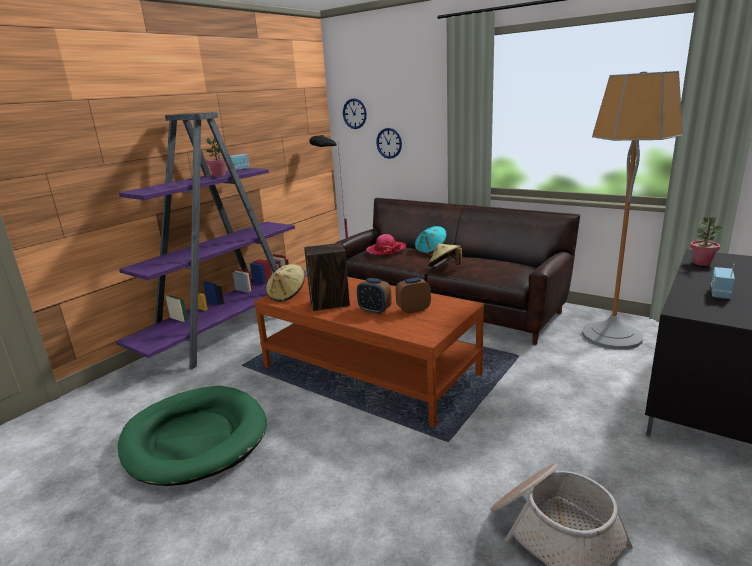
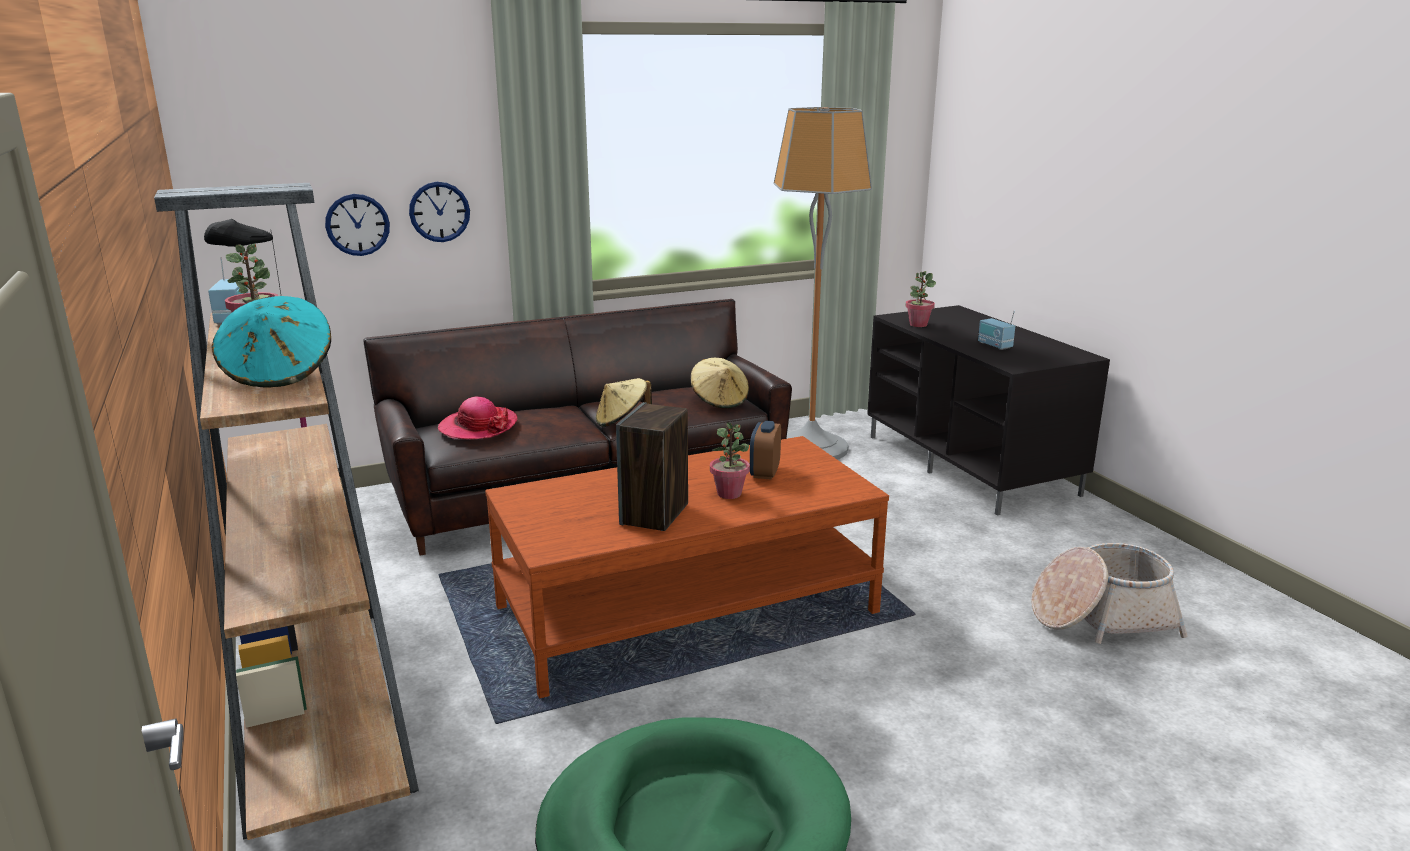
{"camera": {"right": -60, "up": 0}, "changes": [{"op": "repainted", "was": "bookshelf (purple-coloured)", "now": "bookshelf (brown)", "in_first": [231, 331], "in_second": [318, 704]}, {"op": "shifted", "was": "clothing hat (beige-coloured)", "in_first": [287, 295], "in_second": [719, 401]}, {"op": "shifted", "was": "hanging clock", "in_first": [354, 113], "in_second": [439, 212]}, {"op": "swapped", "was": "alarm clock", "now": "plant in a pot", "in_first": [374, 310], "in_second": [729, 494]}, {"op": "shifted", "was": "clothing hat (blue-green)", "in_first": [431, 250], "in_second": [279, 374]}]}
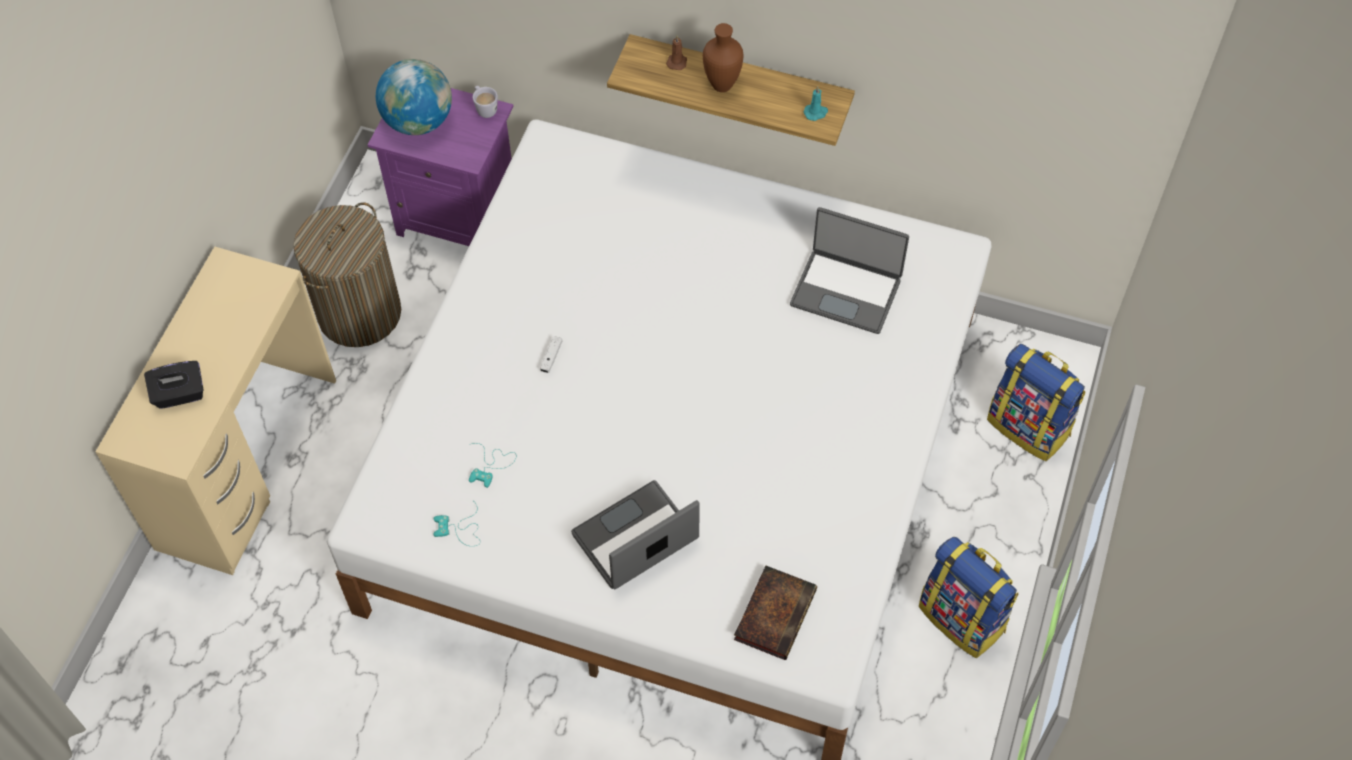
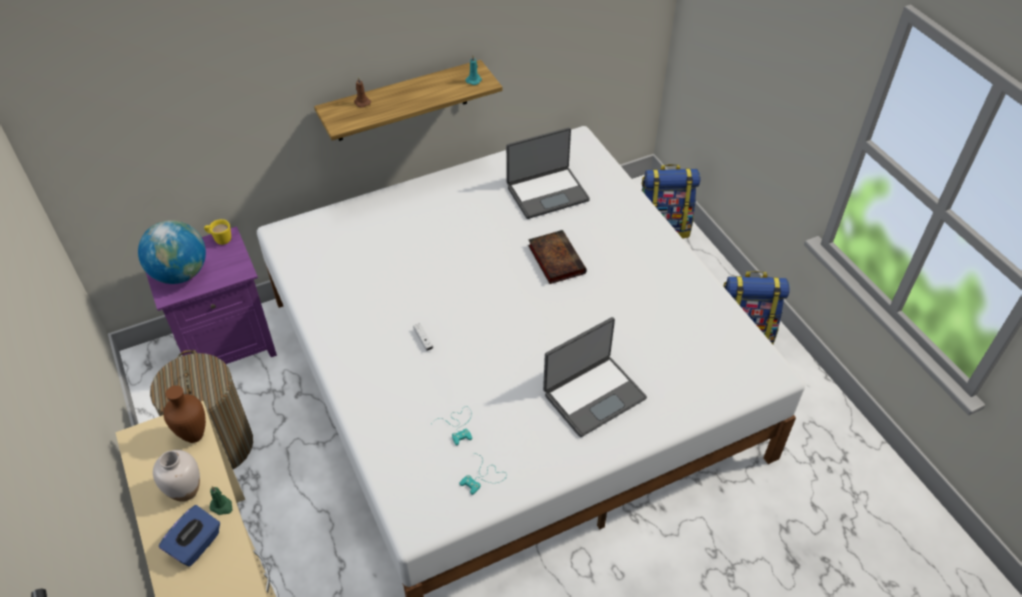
{"camera": {"right": -45, "up": -10}, "changes": [{"op": "repainted", "was": "tissue box (black-coloured)", "now": "tissue box (blue-coloured)", "in_first": [179, 394], "in_second": [196, 545]}, {"op": "repainted", "was": "tea mug (white)", "now": "tea mug (yellow)", "in_first": [485, 108], "in_second": [220, 239]}, {"op": "rotated", "was": "laptop", "in_first": [636, 539], "in_second": [593, 395], "clockwise": -135}, {"op": "shifted", "was": "vase (brown)", "in_first": [723, 86], "in_second": [195, 436]}, {"op": "shifted", "was": "volume", "in_first": [775, 612], "in_second": [555, 258]}, {"op": "new", "now": "vase (white)", "in_second": [185, 490]}, {"op": "new", "now": "wax candle (green-coloured)", "in_second": [222, 506]}]}
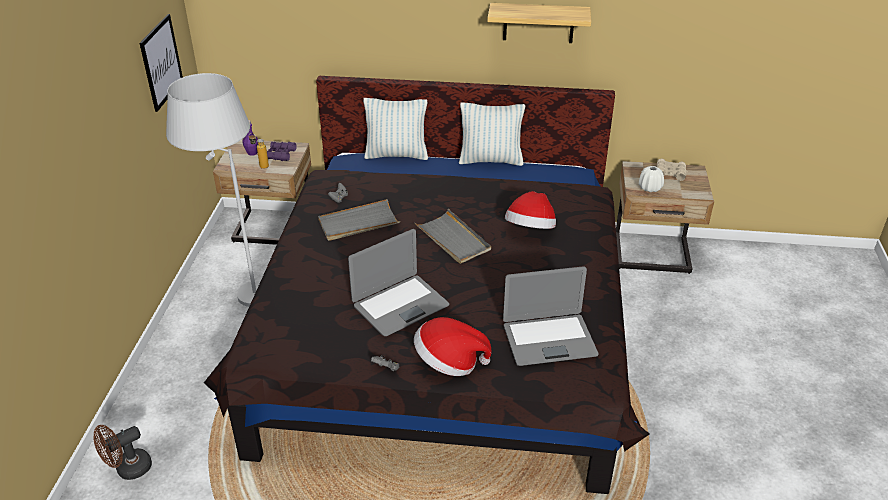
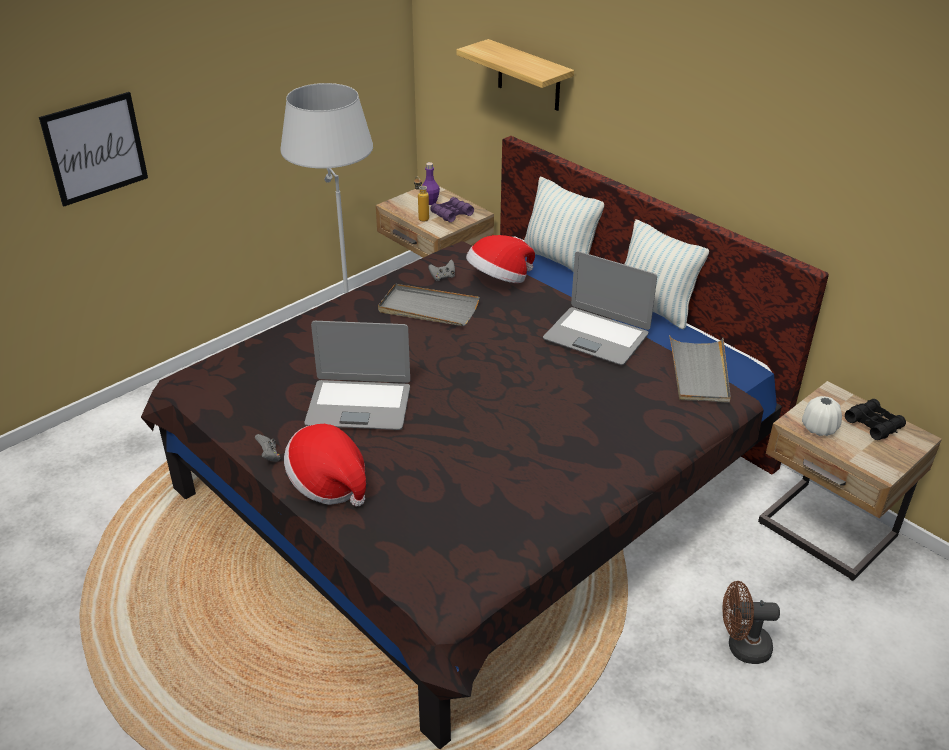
{"camera": {"right": 40, "up": 0}, "changes": [{"op": "shifted", "was": "electric fan (brown)", "in_first": [128, 469], "in_second": [741, 647]}, {"op": "shifted", "was": "picture", "in_first": [161, 62], "in_second": [95, 148]}, {"op": "shifted", "was": "carrying tray (grey)", "in_first": [453, 239], "in_second": [699, 372]}, {"op": "shifted", "was": "wall shelf", "in_first": [538, 23], "in_second": [529, 76]}, {"op": "shifted", "was": "laptop", "in_first": [549, 340], "in_second": [596, 336]}, {"op": "shifted", "was": "clothing hat", "in_first": [530, 230], "in_second": [499, 280]}, {"op": "repainted", "was": "field glasses (beige-coloured)", "now": "field glasses (black-coloured)", "in_first": [670, 173], "in_second": [873, 424]}]}
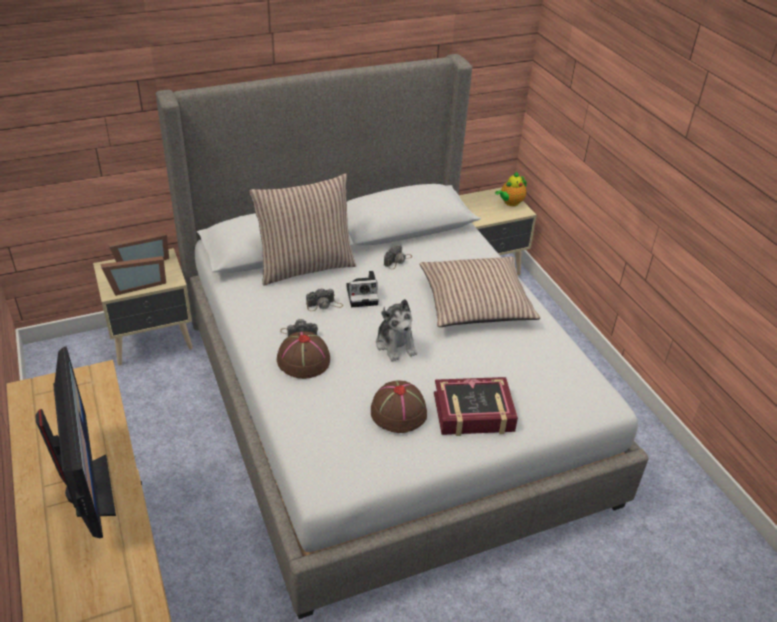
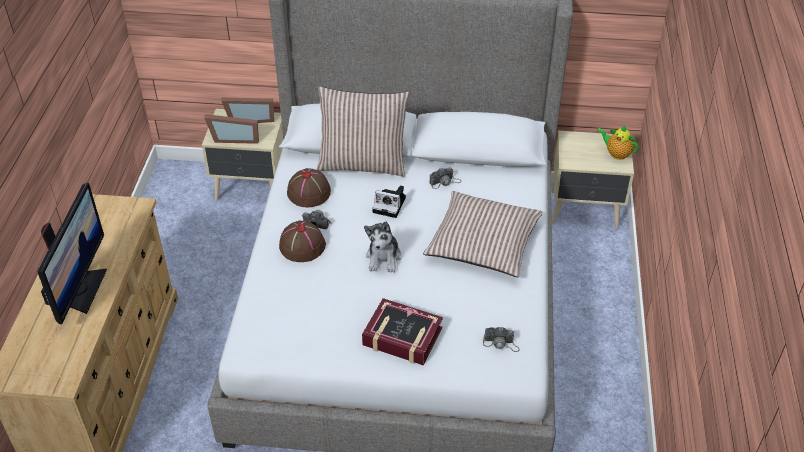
{"camera": {"right": 30, "up": 5}, "changes": [{"op": "shifted", "was": "photo camera", "in_first": [324, 305], "in_second": [501, 343]}, {"op": "shifted", "was": "clothing hat (brown)", "in_first": [398, 411], "in_second": [309, 192]}, {"op": "rotated", "was": "tea pot", "in_first": [510, 203], "in_second": [616, 153], "clockwise": 45}]}
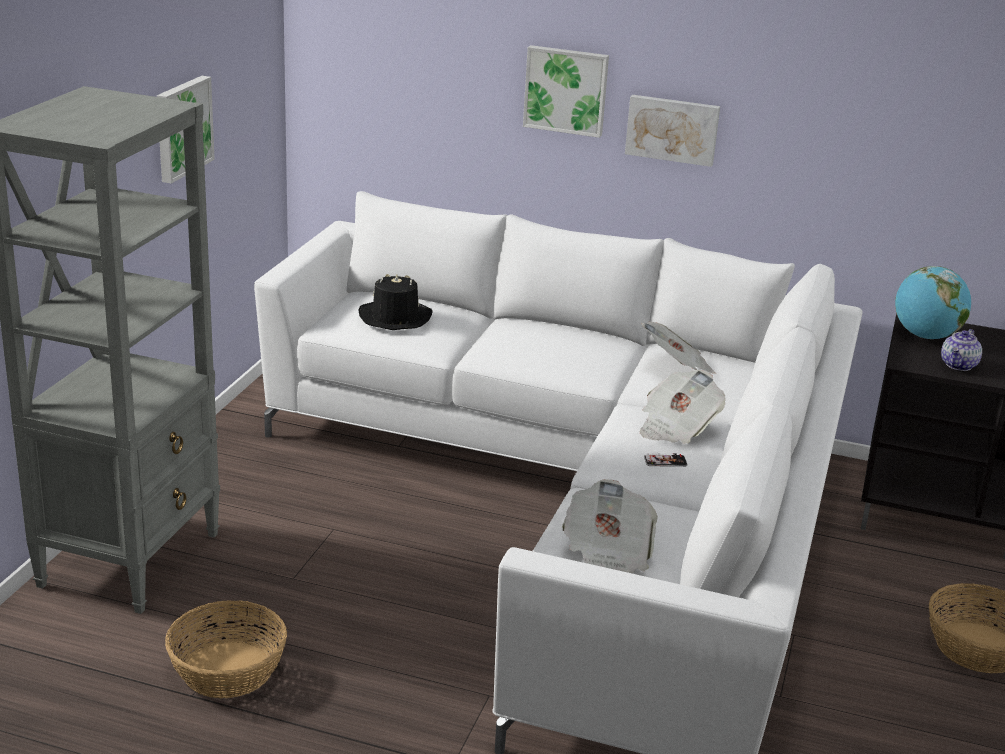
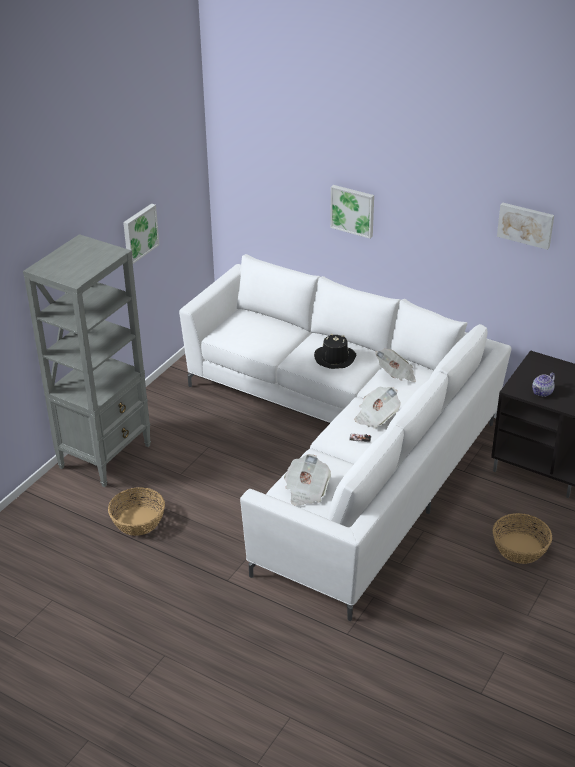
{"camera": {"right": 15, "up": 10}, "changes": [{"op": "shifted", "was": "clothing hat (black-coloured)", "in_first": [395, 317], "in_second": [334, 358]}, {"op": "shifted", "was": "picture", "in_first": [672, 129], "in_second": [526, 224]}, {"op": "gone", "was": "desk globe", "in_first": [925, 336]}]}
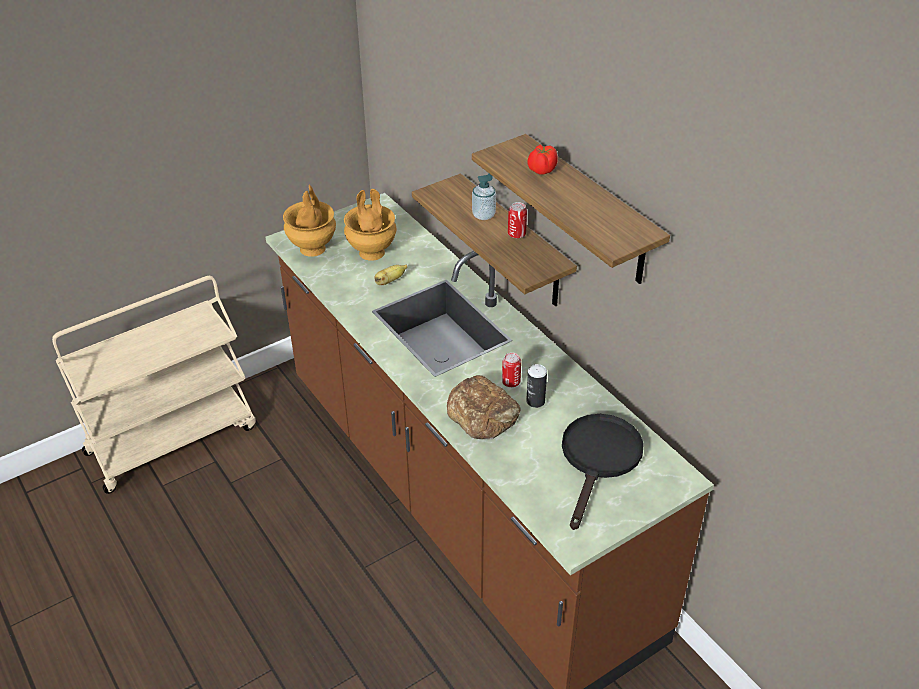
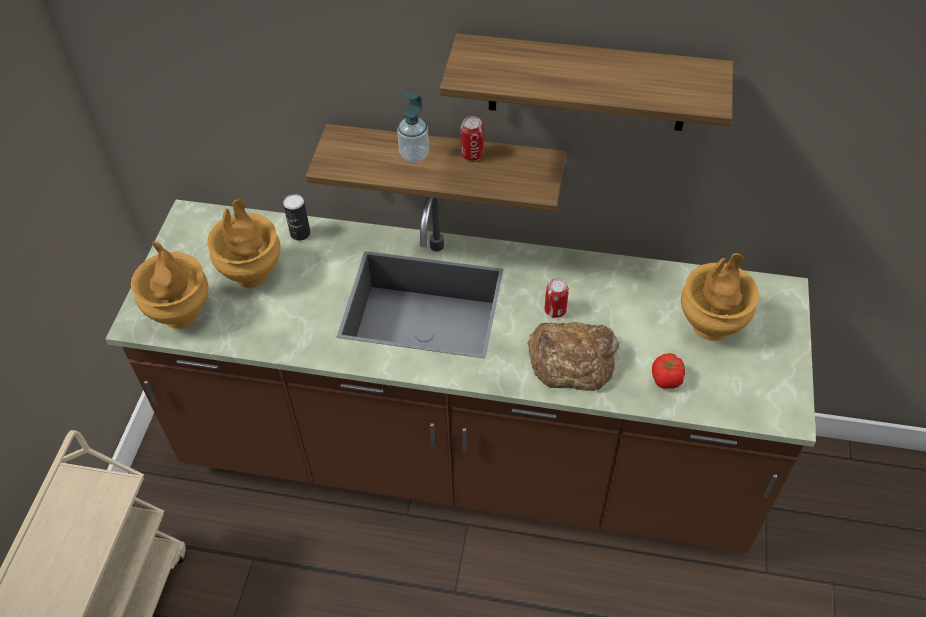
{"camera": {"right": -45, "up": 10}, "changes": [{"op": "gone", "was": "banana fruit", "in_first": [390, 281]}, {"op": "shifted", "was": "can", "in_first": [535, 401], "in_second": [300, 233]}, {"op": "shifted", "was": "tomato", "in_first": [541, 170], "in_second": [666, 379]}, {"op": "swapped", "was": "pan (black-coloured)", "now": "vase (brown)", "in_first": [599, 459], "in_second": [711, 325]}]}
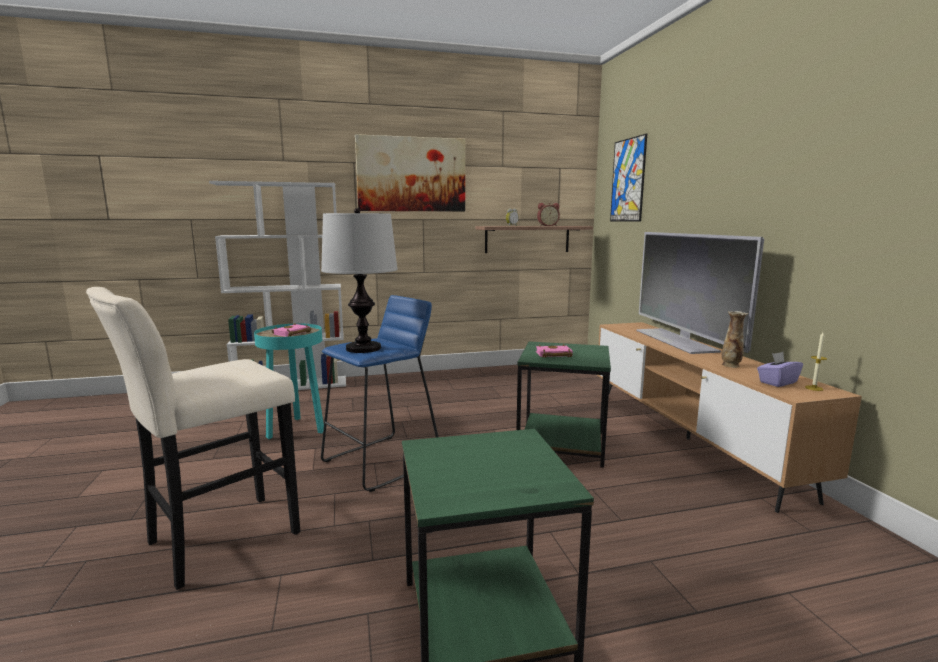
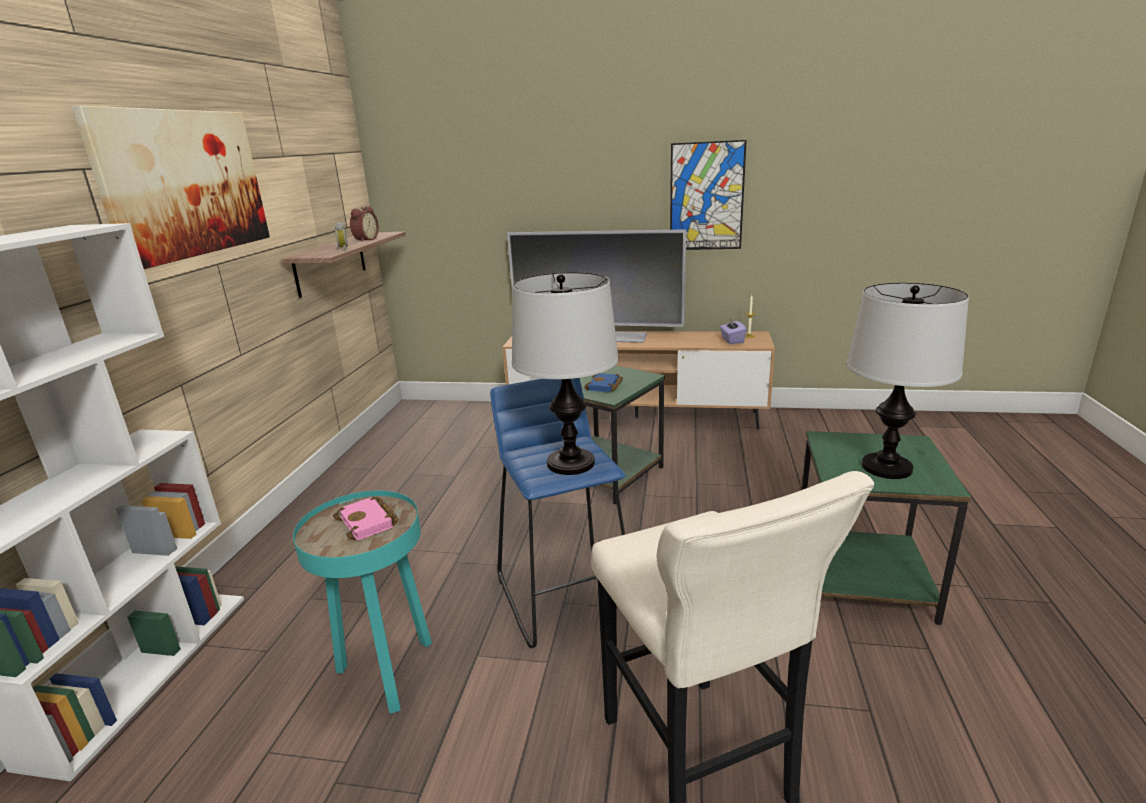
{"camera": {"right": -65, "up": 10}, "changes": [{"op": "repainted", "was": "volume (pinkish)", "now": "volume (blue-coloured)", "in_first": [553, 355], "in_second": [605, 386]}, {"op": "shifted", "was": "picture", "in_first": [628, 180], "in_second": [706, 197]}, {"op": "gone", "was": "vase", "in_first": [731, 365]}, {"op": "new", "now": "lamp for a table", "in_second": [886, 467]}]}
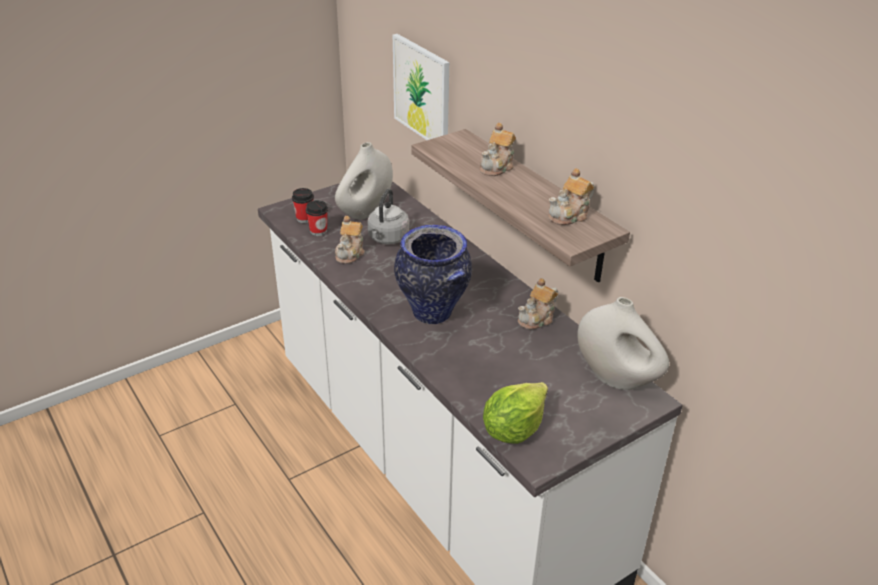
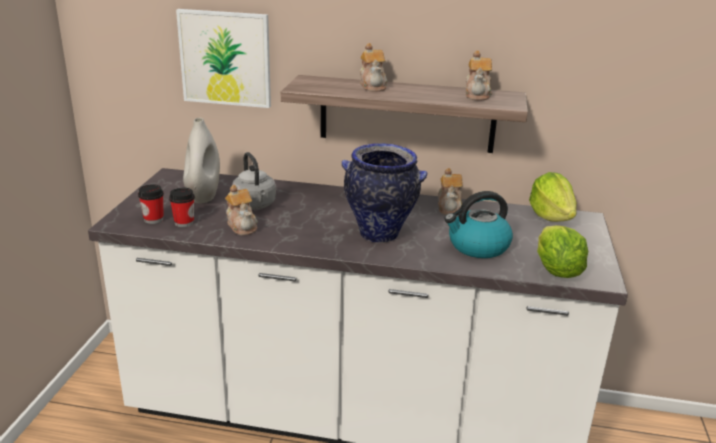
{"camera": {"right": -45, "up": -10}, "changes": [{"op": "swapped", "was": "vase (white)", "now": "head of lettuce", "in_first": [616, 378], "in_second": [551, 216]}, {"op": "new", "now": "water kettle", "in_second": [477, 247]}]}
